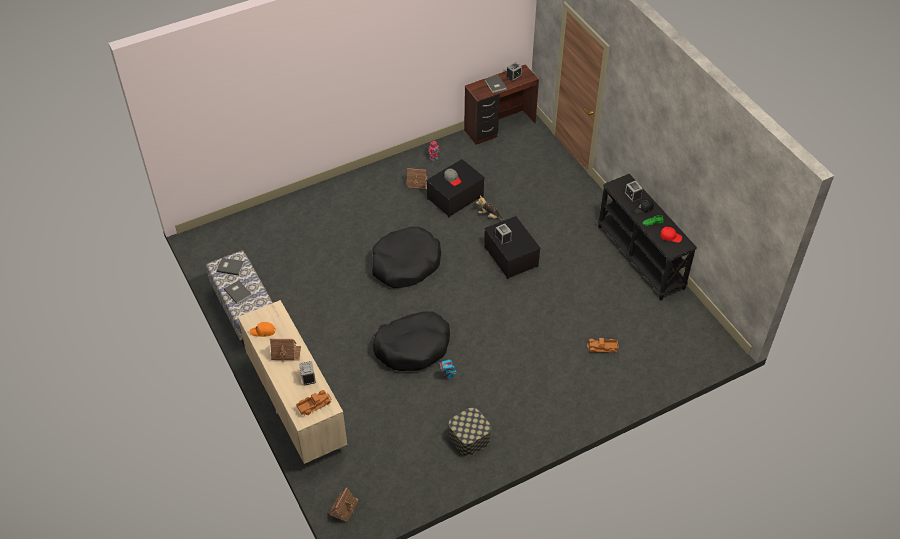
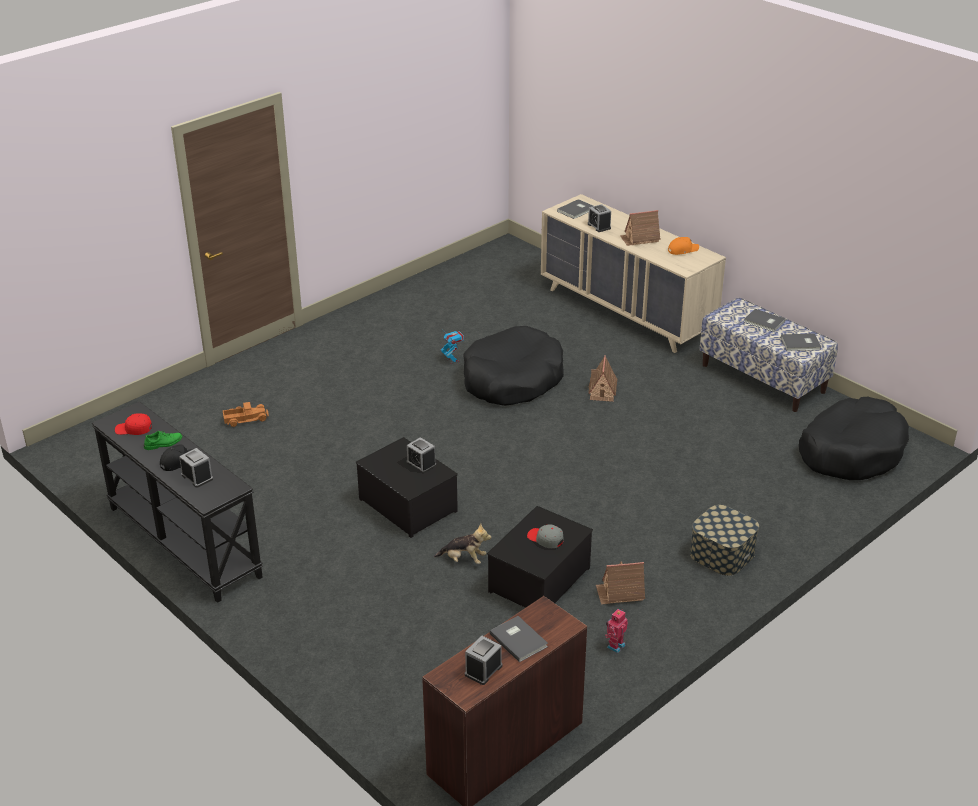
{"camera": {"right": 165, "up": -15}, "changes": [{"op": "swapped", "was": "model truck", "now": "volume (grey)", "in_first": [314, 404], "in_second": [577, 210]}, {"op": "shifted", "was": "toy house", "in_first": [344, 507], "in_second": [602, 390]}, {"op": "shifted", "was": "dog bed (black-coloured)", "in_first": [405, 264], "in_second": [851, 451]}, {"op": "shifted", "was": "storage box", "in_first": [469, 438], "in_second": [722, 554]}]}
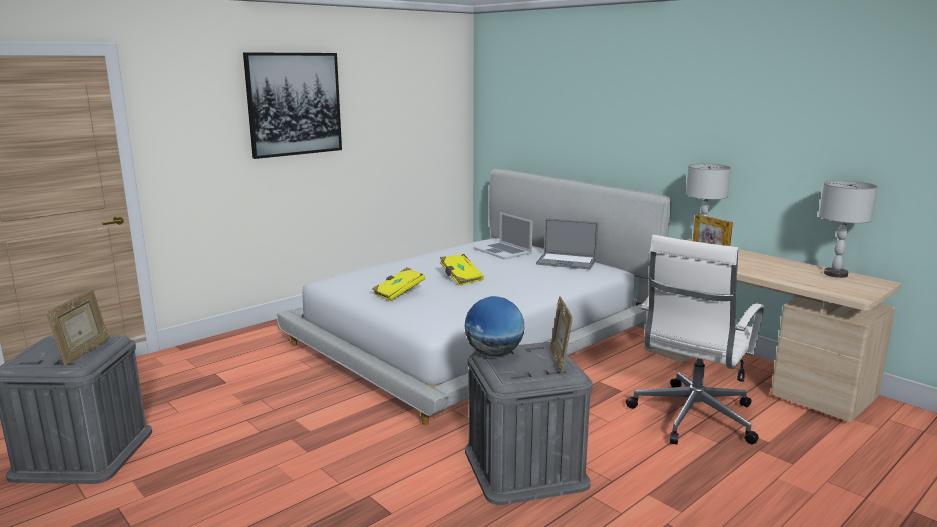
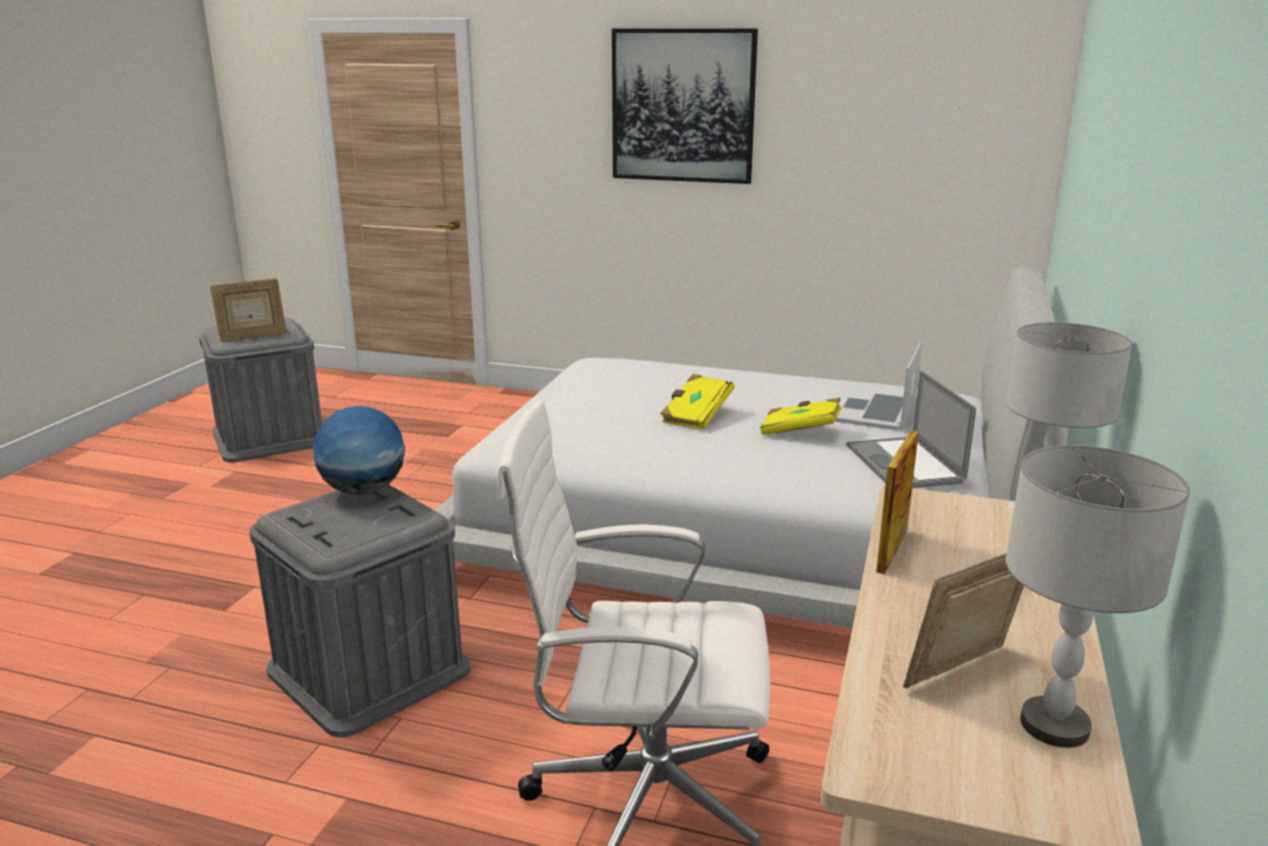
{"camera": {"right": 60, "up": 5}, "changes": [{"op": "shifted", "was": "volume (yellow)", "in_first": [398, 293], "in_second": [800, 431]}, {"op": "shifted", "was": "picture frame", "in_first": [559, 360], "in_second": [962, 672]}]}
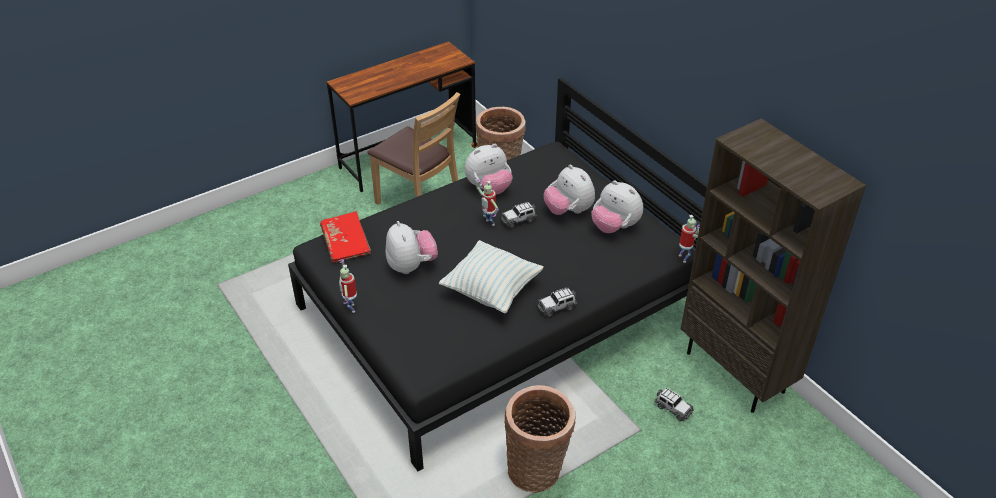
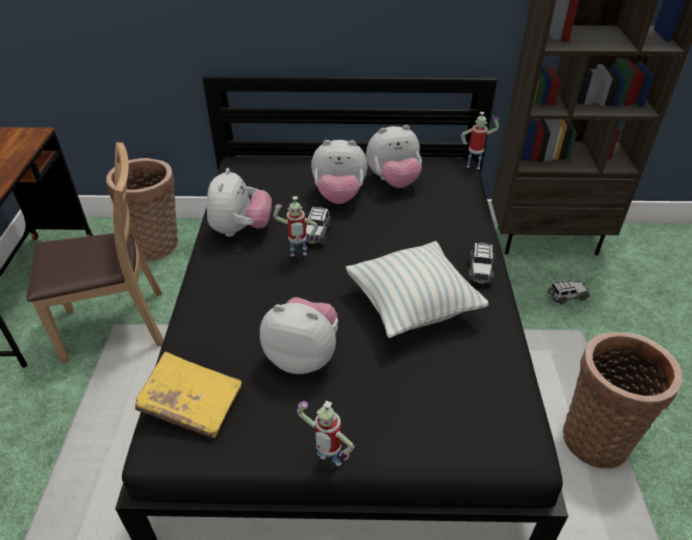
{"camera": {"right": -55, "up": 0}, "changes": [{"op": "repainted", "was": "volume (red-coloured)", "now": "volume (yellow)", "in_first": [346, 244], "in_second": [192, 403]}]}
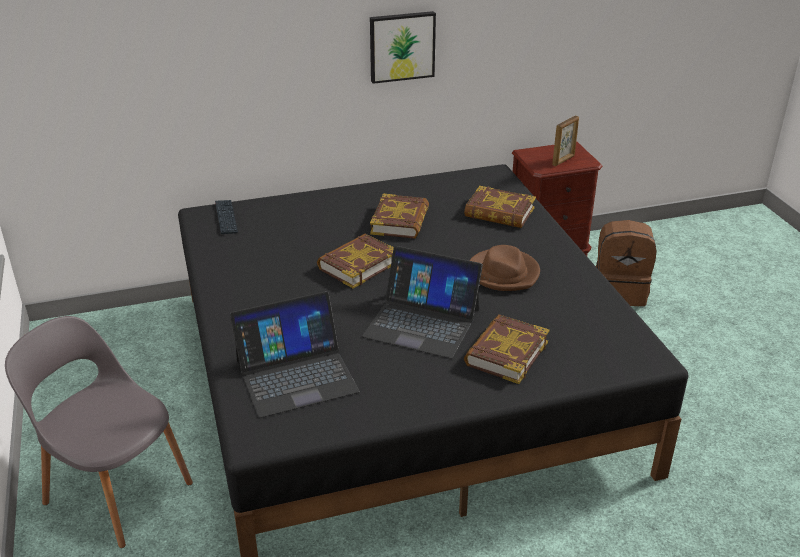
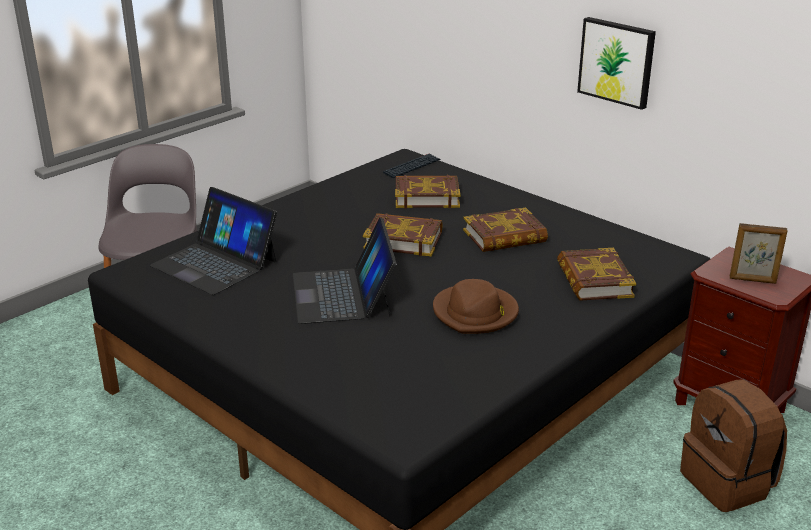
{"camera": {"right": 60, "up": -5}, "changes": [{"op": "shifted", "was": "volume", "in_first": [505, 353], "in_second": [426, 197]}]}
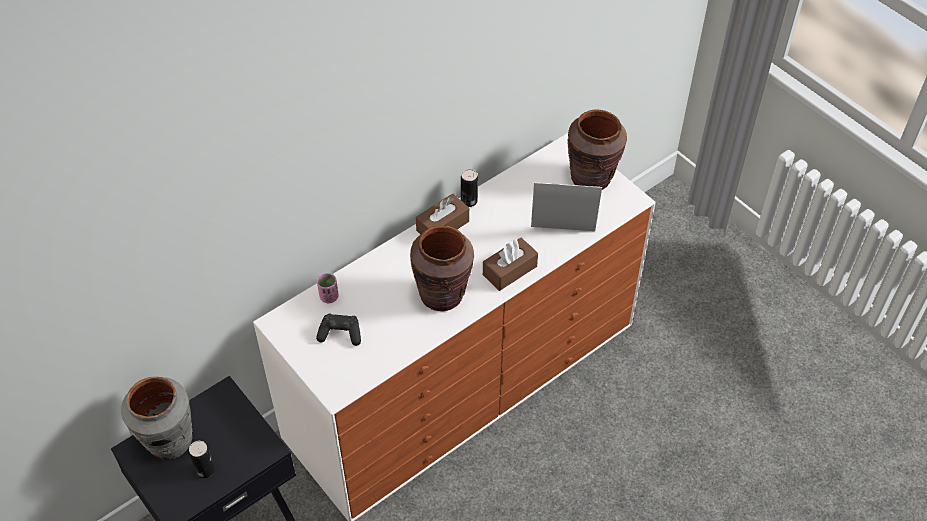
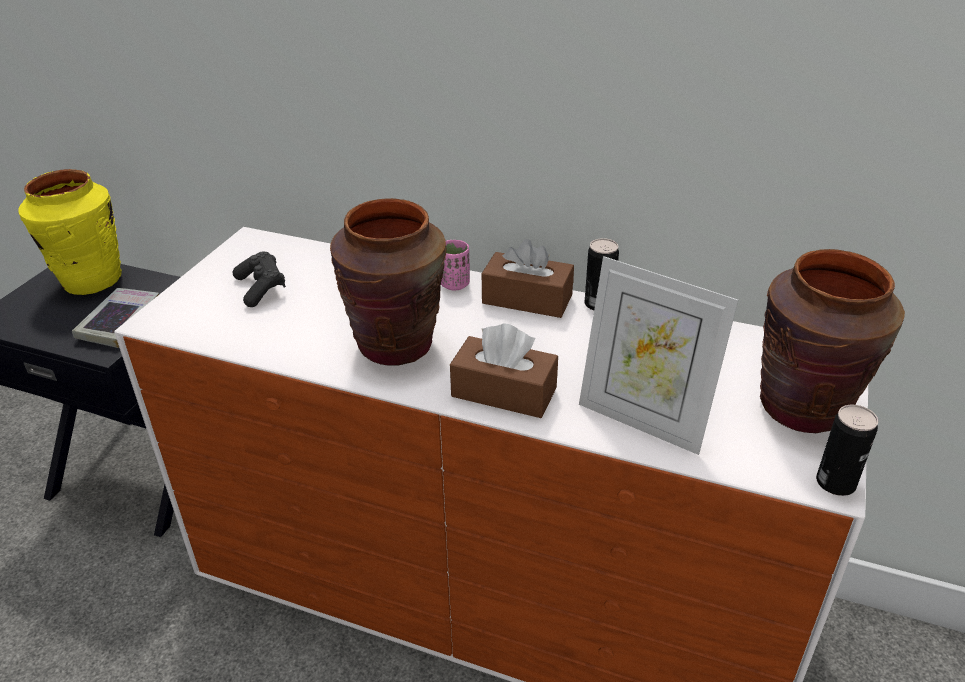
{"camera": {"right": 60, "up": -15}, "changes": [{"op": "repainted", "was": "vase (grey)", "now": "vase (yellow)", "in_first": [169, 441], "in_second": [91, 281]}, {"op": "shifted", "was": "can", "in_first": [205, 470], "in_second": [835, 483]}, {"op": "shifted", "was": "cup (pinkish)", "in_first": [329, 297], "in_second": [455, 284]}, {"op": "rotated", "was": "picture frame", "in_first": [562, 233], "in_second": [642, 421], "clockwise": 150}, {"op": "new", "now": "volume", "in_second": [119, 322]}]}
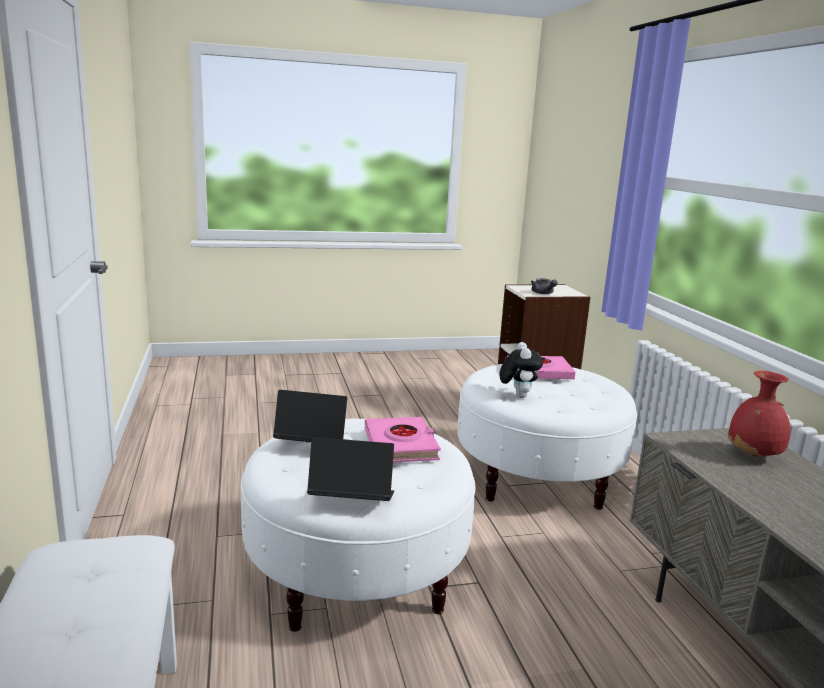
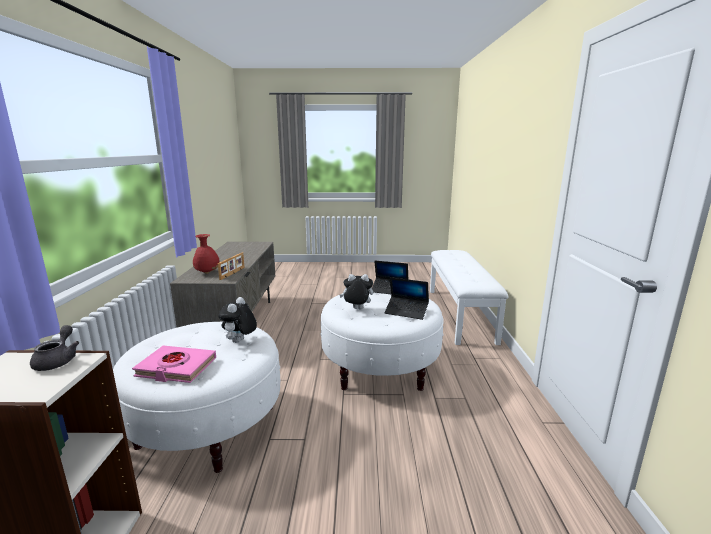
{"camera": {"right": -165, "up": 0}, "changes": [{"op": "swapped", "was": "volume (pinkish)", "now": "cuddly toy", "in_first": [401, 445], "in_second": [357, 309]}, {"op": "new", "now": "picture frame", "in_second": [233, 273]}]}
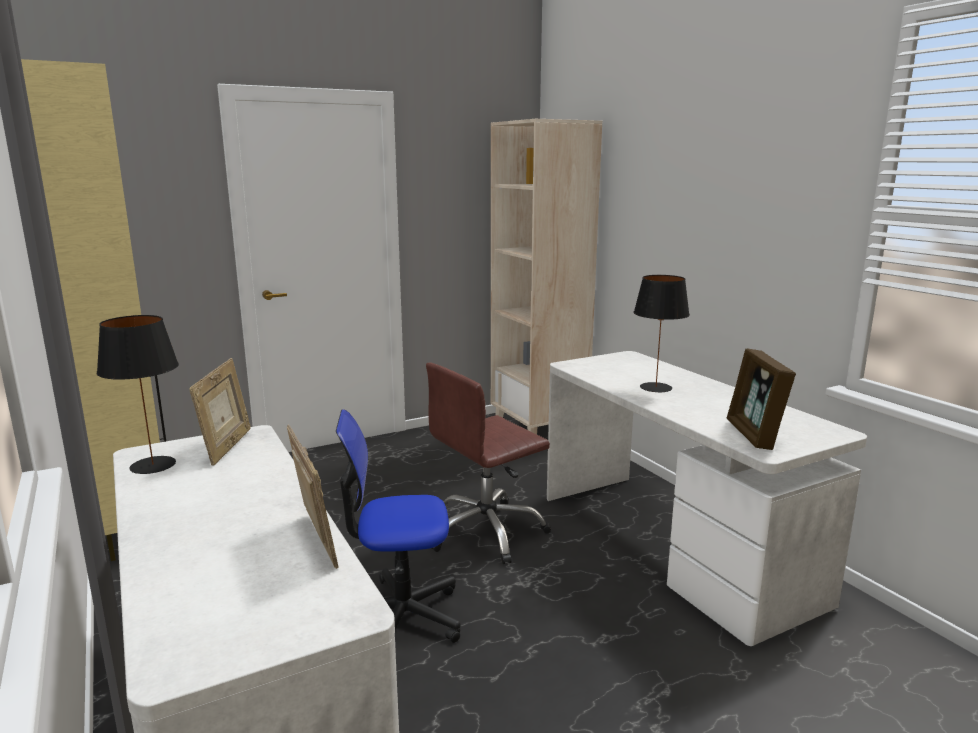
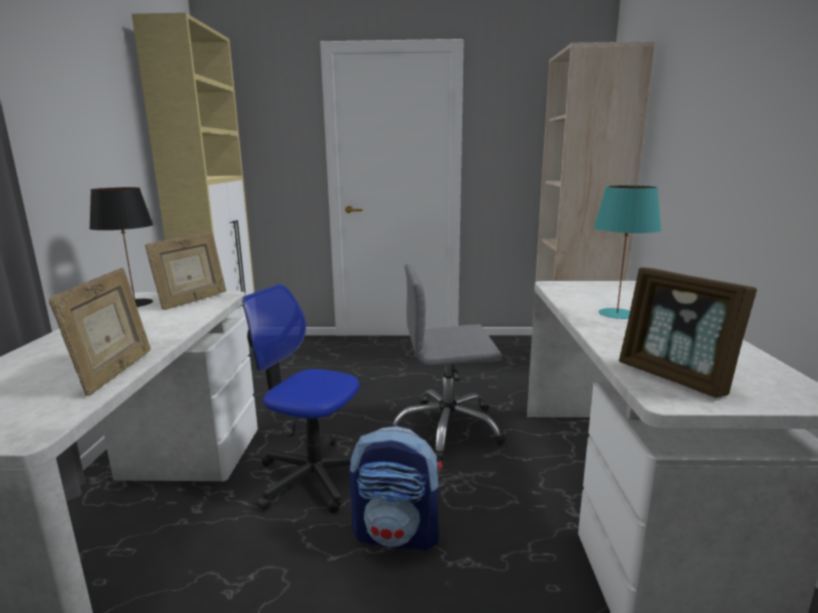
{"camera": {"right": 30, "up": 0}, "changes": [{"op": "repainted", "was": "computer chair (brown)", "now": "computer chair (grey)", "in_first": [486, 531], "in_second": [447, 428]}, {"op": "repainted", "was": "lamp for a table (black-coloured)", "now": "lamp for a table (blue-green)", "in_first": [656, 387], "in_second": [617, 314]}, {"op": "rotated", "was": "picture frame", "in_first": [754, 435], "in_second": [674, 377], "clockwise": -60}, {"op": "new", "now": "knapsack", "in_second": [397, 534]}]}
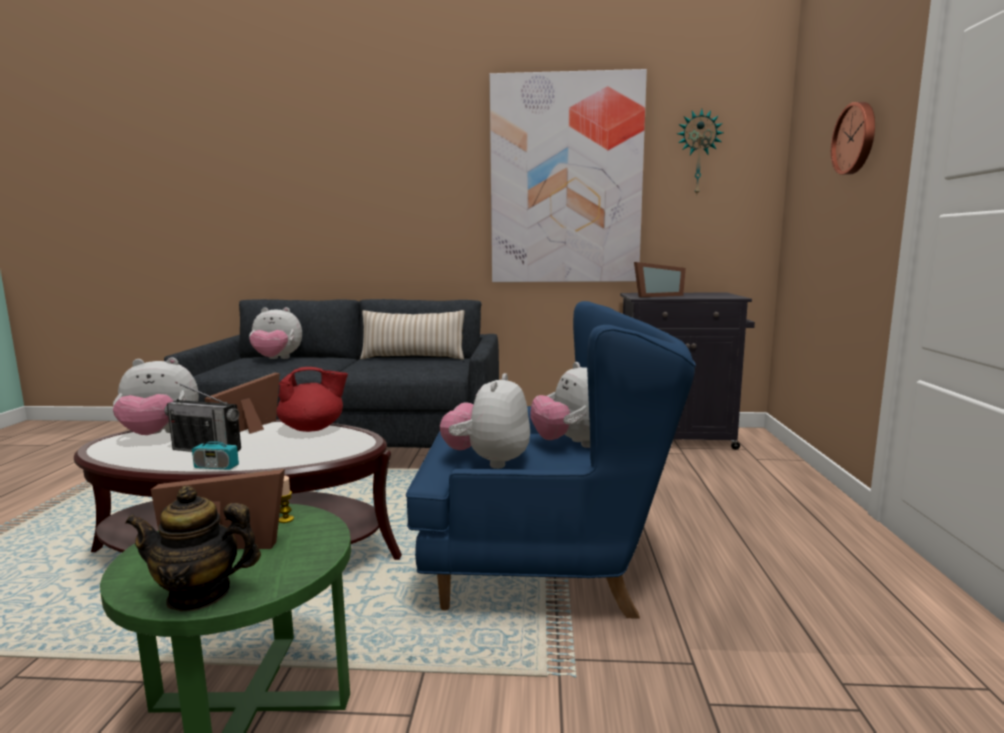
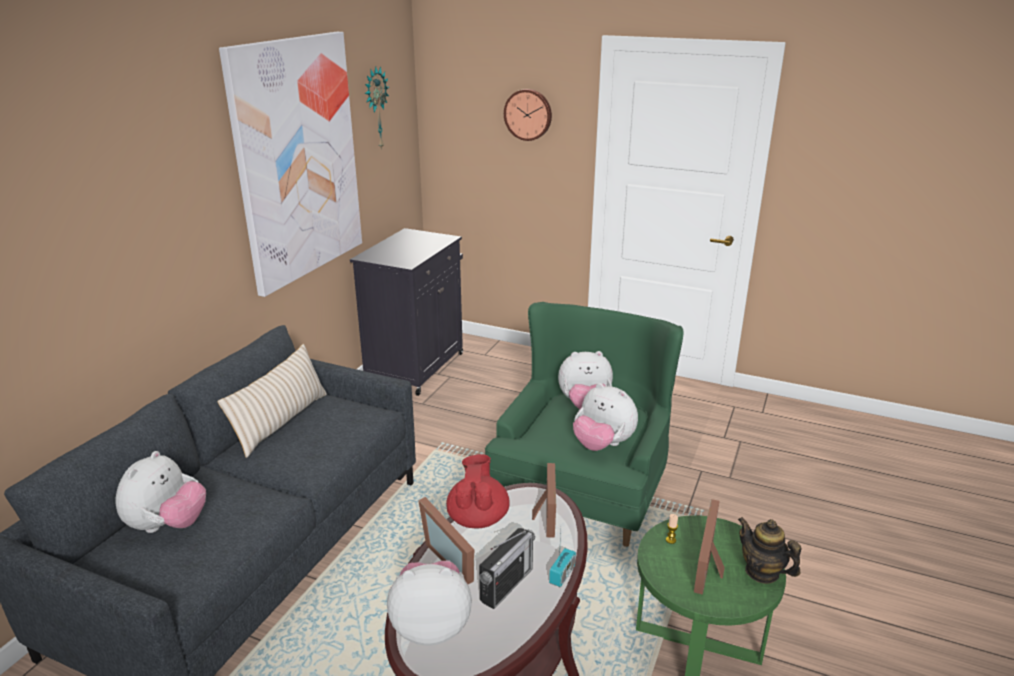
{"camera": {"right": -70, "up": 15}, "changes": [{"op": "rotated", "was": "cuddly toy", "in_first": [159, 435], "in_second": [431, 626], "clockwise": -105}, {"op": "rotated", "was": "tea pot", "in_first": [199, 594], "in_second": [762, 572], "clockwise": 120}, {"op": "repainted", "was": "lounge chair (blue-coloured)", "now": "lounge chair (green-coloured)", "in_first": [546, 562], "in_second": [585, 489]}, {"op": "shifted", "was": "picture frame", "in_first": [655, 296], "in_second": [543, 517]}]}
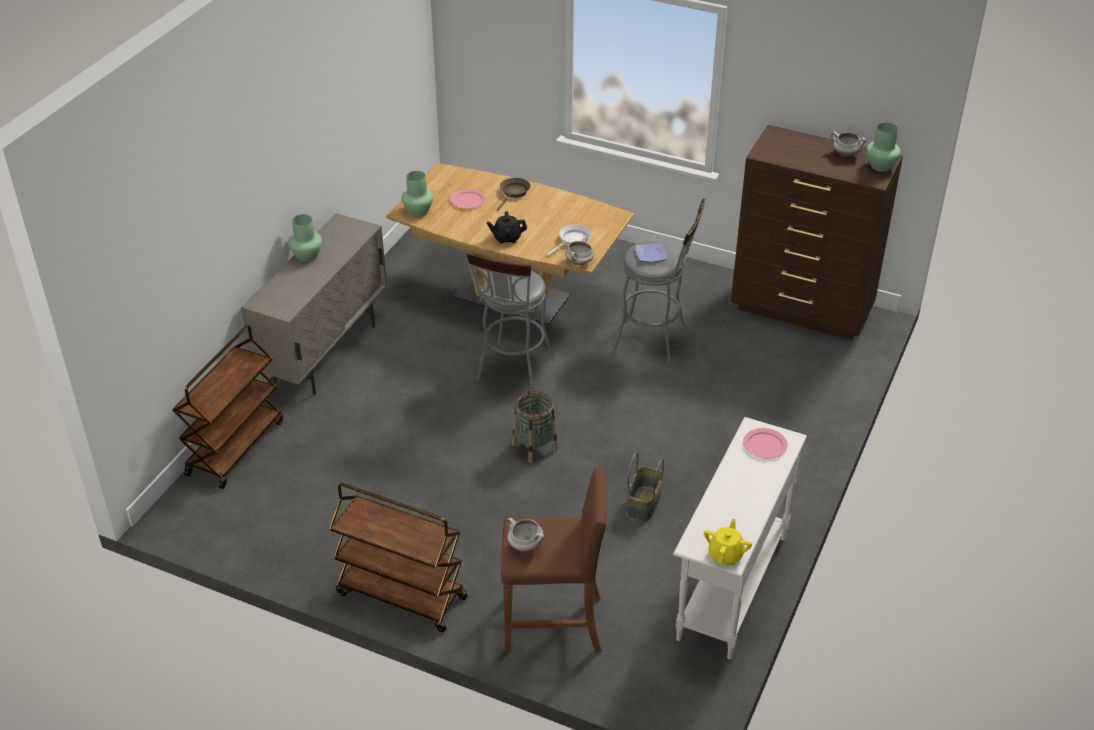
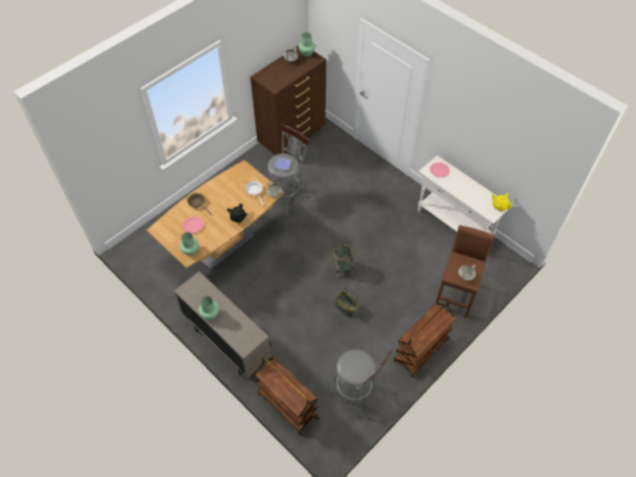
{"camera": {"right": -70, "up": 15}, "changes": [{"op": "shifted", "was": "sitting stool (grey)", "in_first": [513, 371], "in_second": [356, 395]}, {"op": "shifted", "was": "storage basket", "in_first": [643, 503], "in_second": [345, 307]}]}
